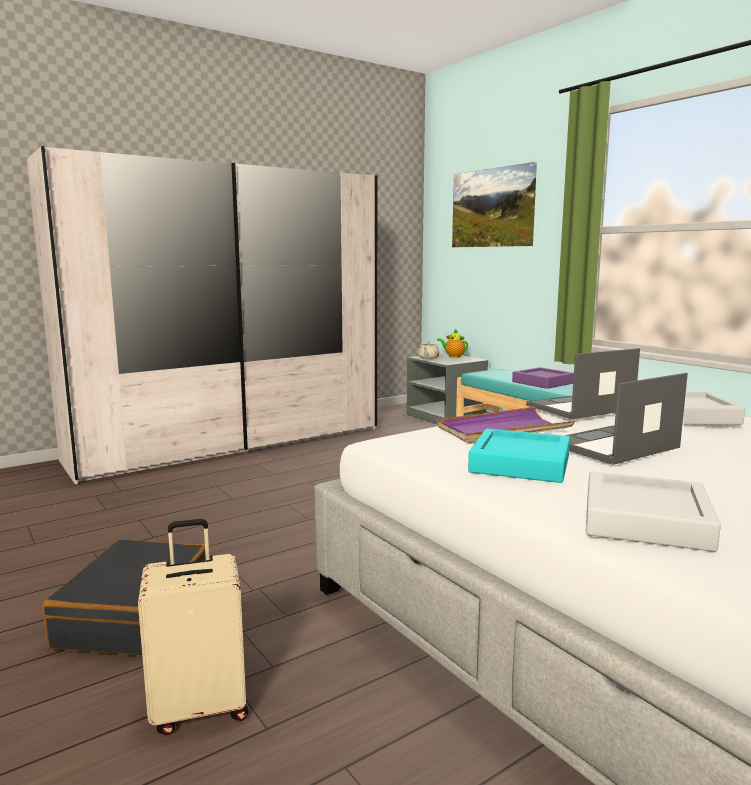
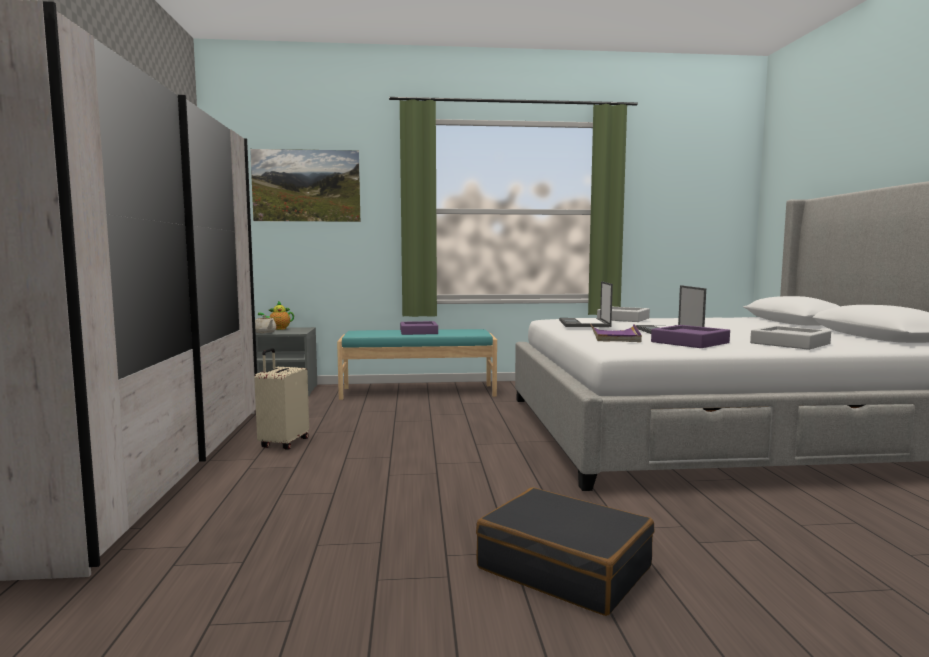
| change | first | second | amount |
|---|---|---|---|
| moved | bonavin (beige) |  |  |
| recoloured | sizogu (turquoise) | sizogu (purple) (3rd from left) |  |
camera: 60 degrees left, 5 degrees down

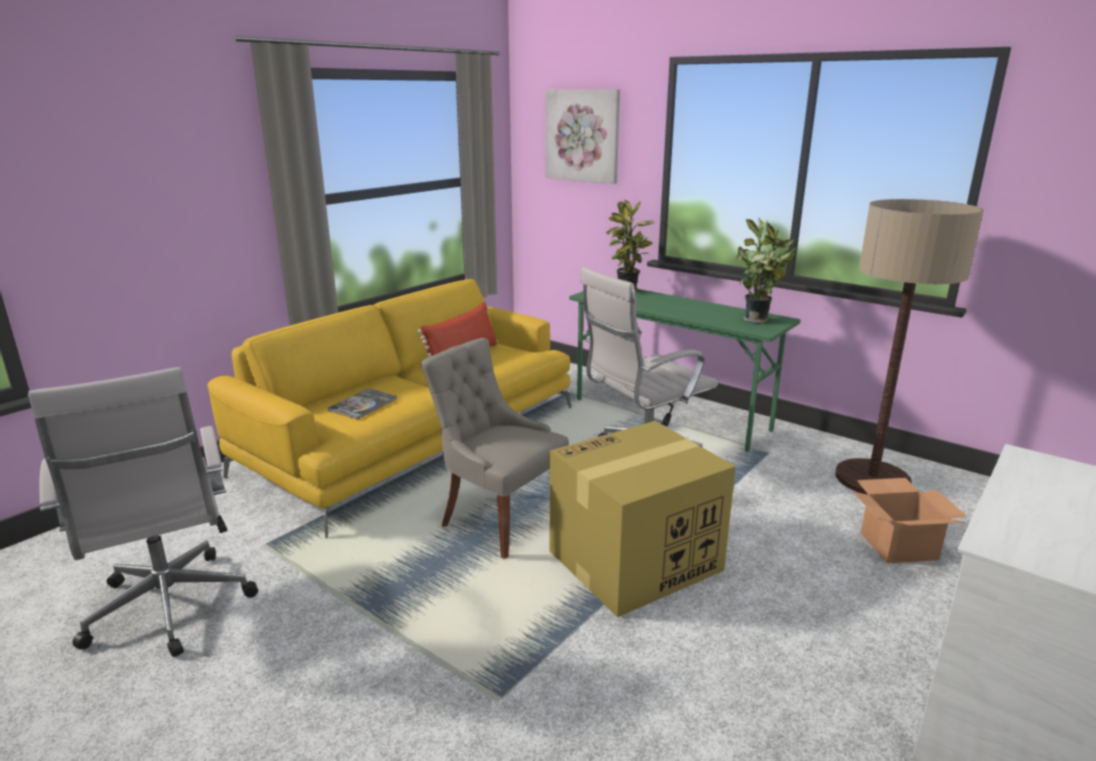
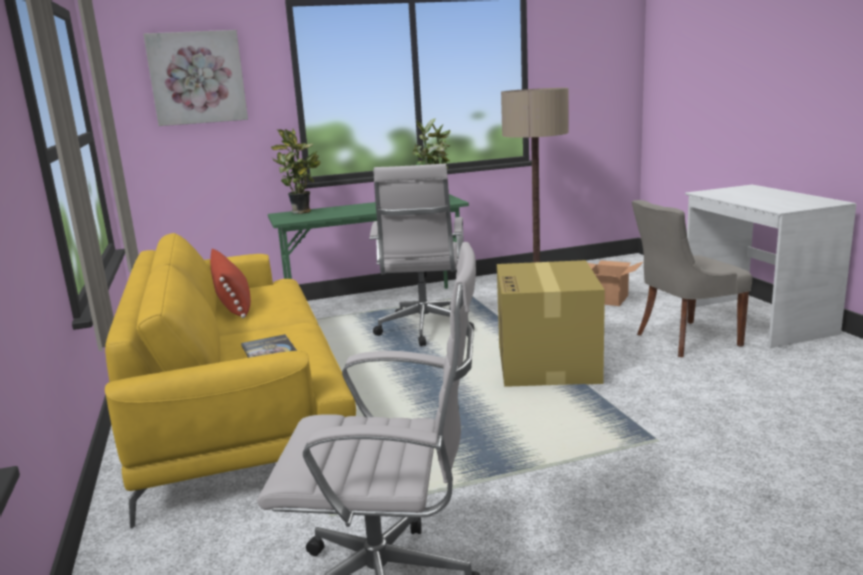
| change | first | second | amount |
|---|---|---|---|
| moved | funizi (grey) |  |  |
camera: 55 degrees left, 5 degrees down

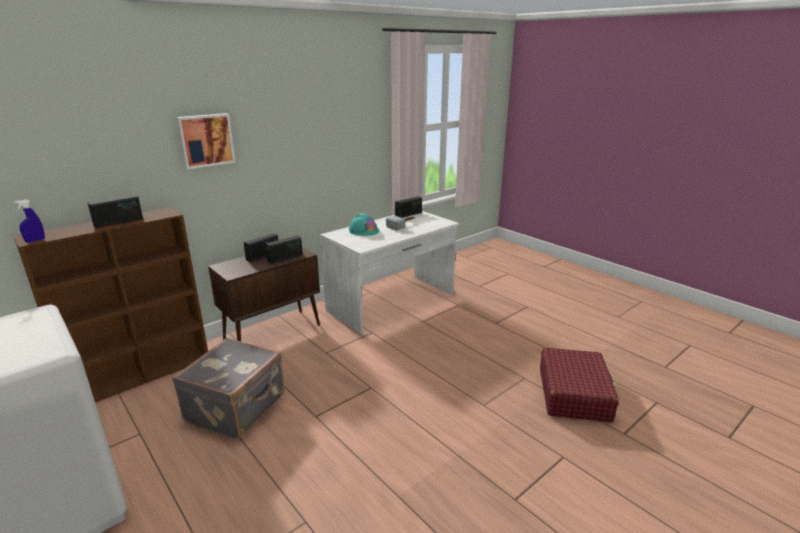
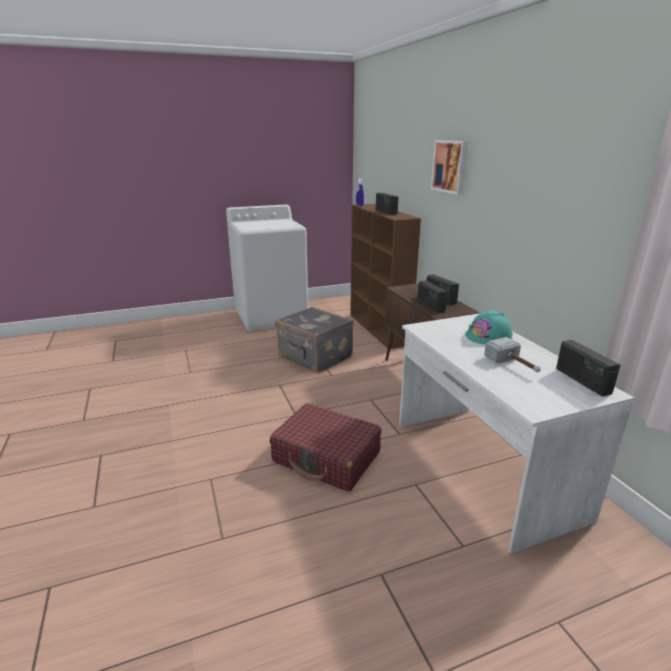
| change | first | second | amount |
|---|---|---|---|
| moved | bonavin (red) |  |  |
camera: 110 degrees right, 0 degrees up

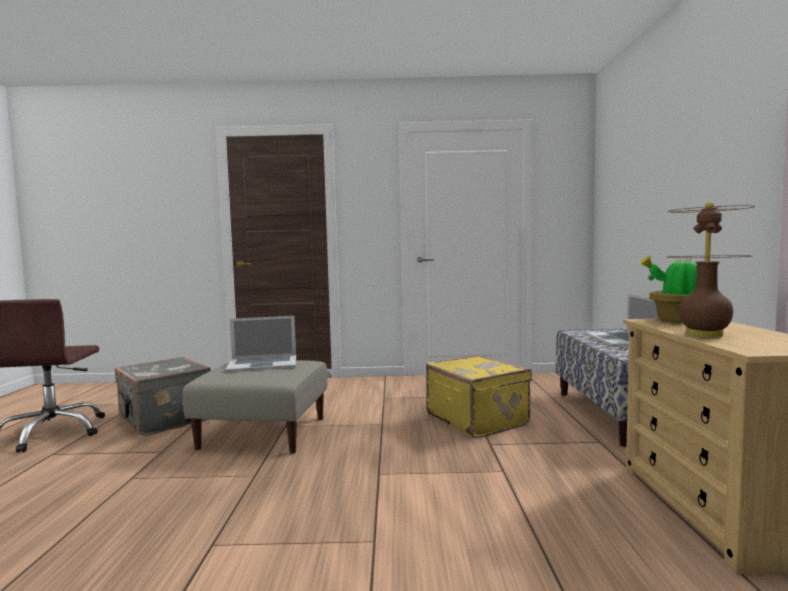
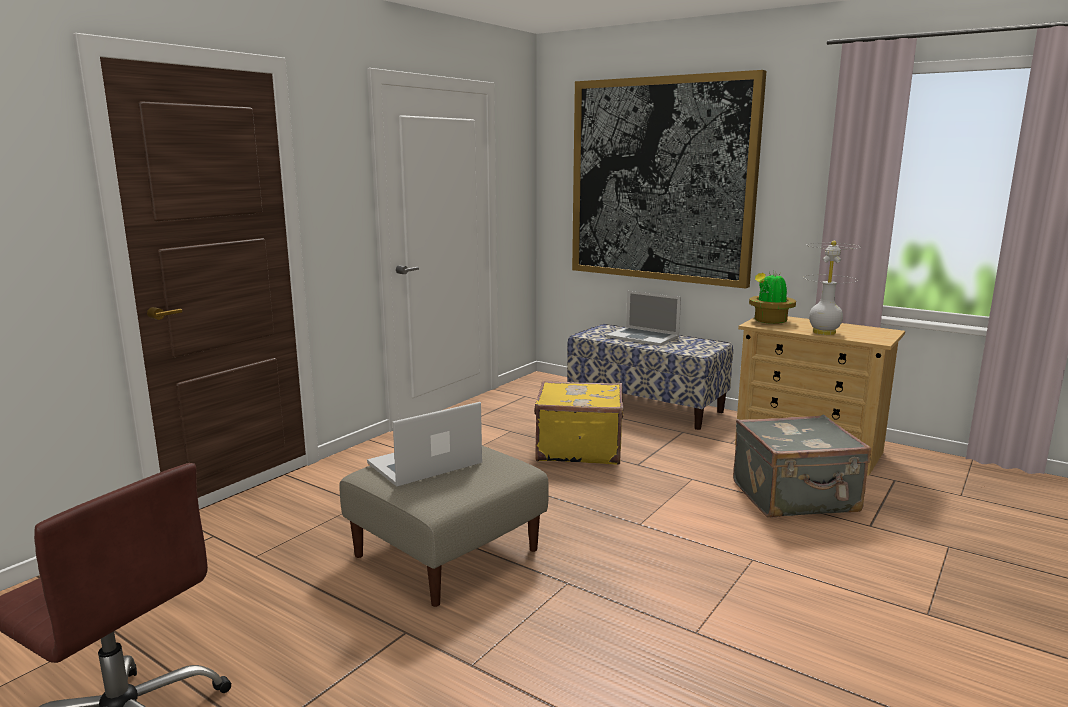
| change | first | second | amount |
|---|---|---|---|
| turned | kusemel (1st from left) |  | 150 degrees counterclockwise |
| added |  | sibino |  |
| moved | bonavin (grey) |  |  |
| recoloured | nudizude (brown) | nudizude (white) |  |
camera: 55 degrees left, 10 degrees up

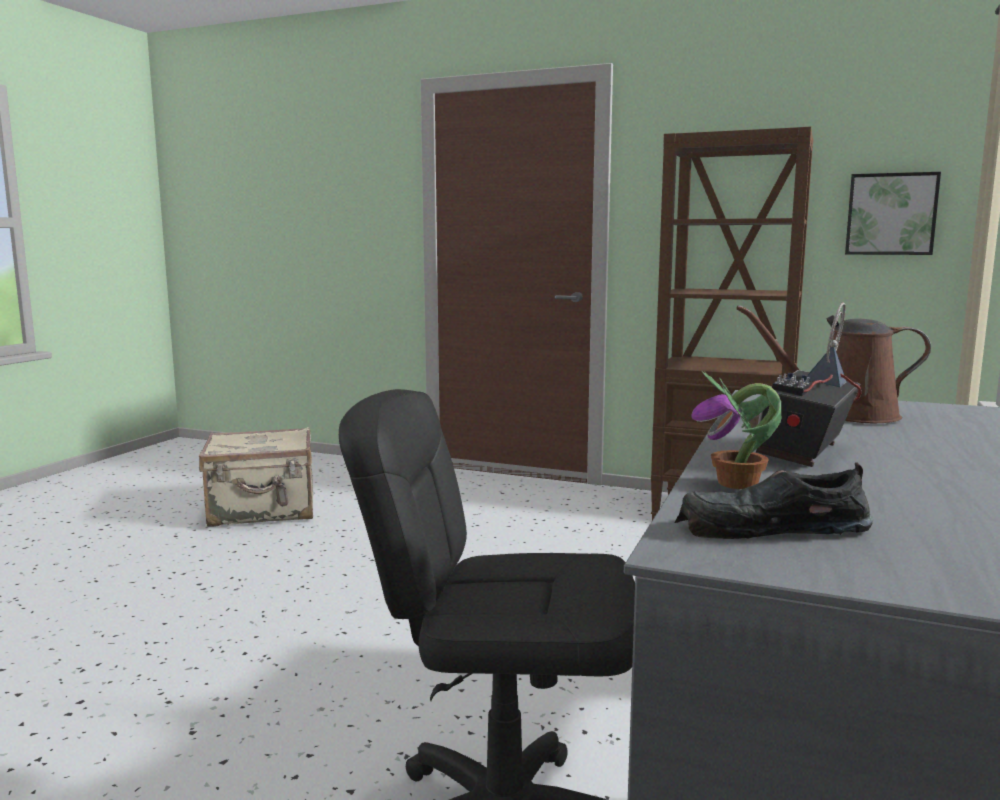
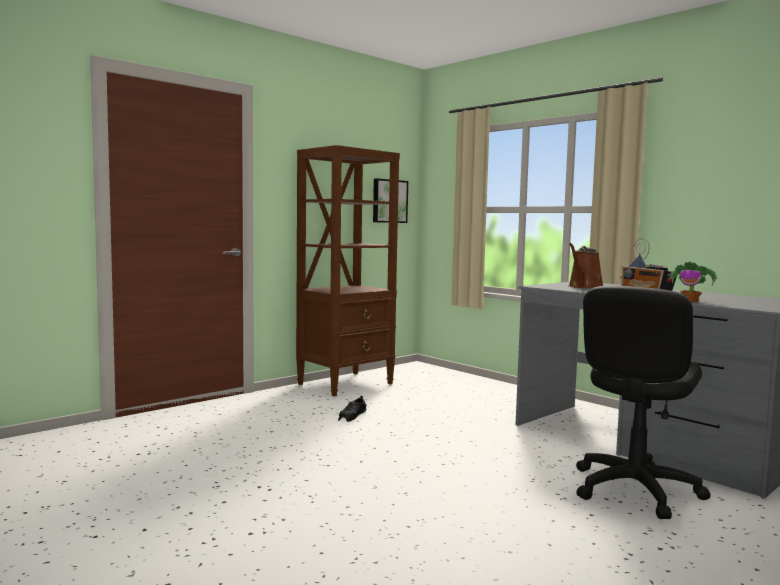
| change | first | second | amount |
|---|---|---|---|
| moved | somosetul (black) |  |  |
| removed | bonavin (beige) |  |  |
camera: 65 degrees left, 5 degrees down

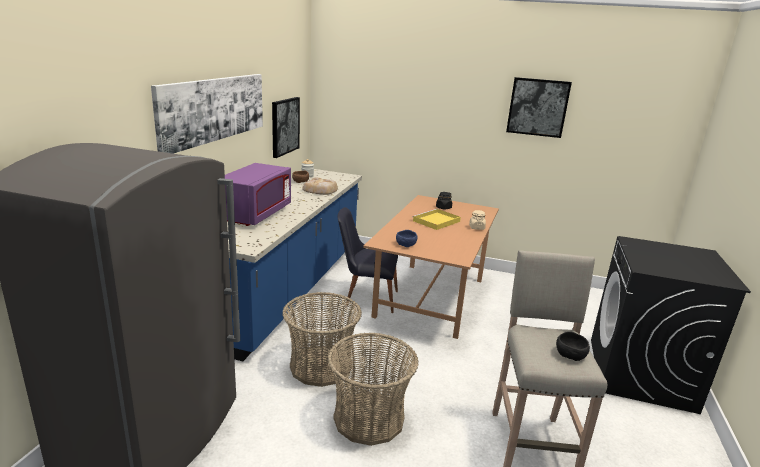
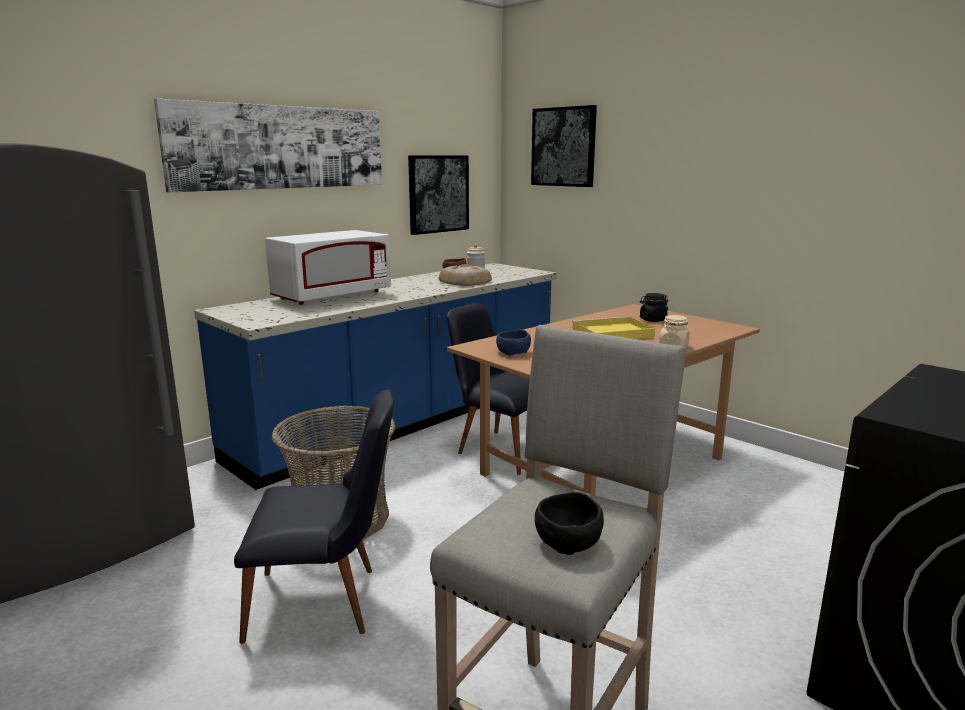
| change | first | second | amount |
|---|---|---|---|
| replaced | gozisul (2nd from left) | funizi (black) (1st from left) |  |
| recoloured | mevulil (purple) | mevulil (white) |  |
| moved | sibino (3rd from left) |  |  |
camera: 30 degrees right, 5 degrees down

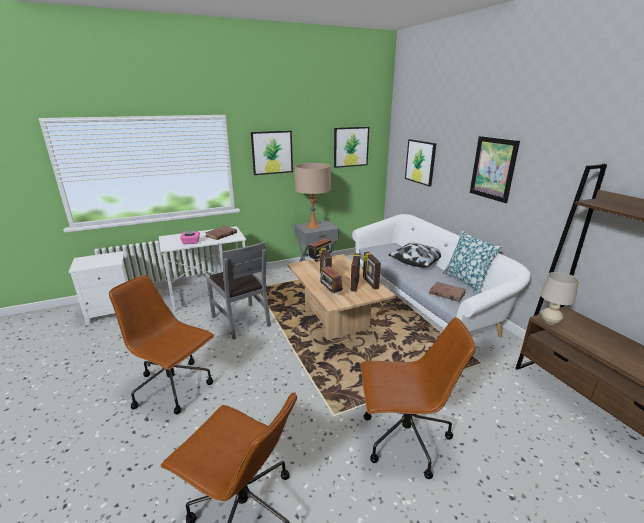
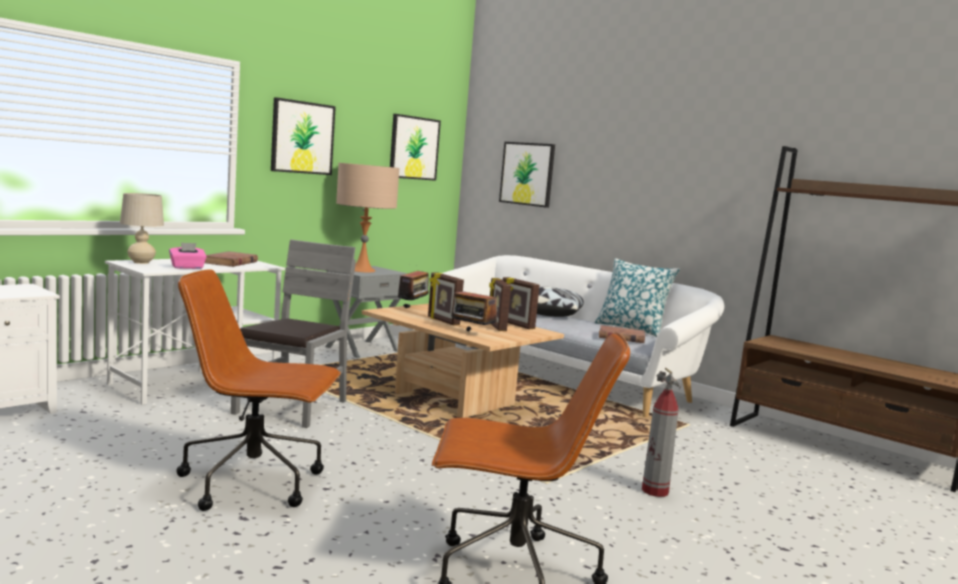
| change | first | second | amount |
|---|---|---|---|
| moved | nudizude (beige) (2nd from left in the first image) | nudizude (beige) (1st from left) |  |
| turned | funizi (grey) |  | 105 degrees counterclockwise |
| replaced | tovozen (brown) (3rd from left) | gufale |  |
| removed | sibino (4th from left) |  |  |
camera: 25 degrees left, 15 degrees down

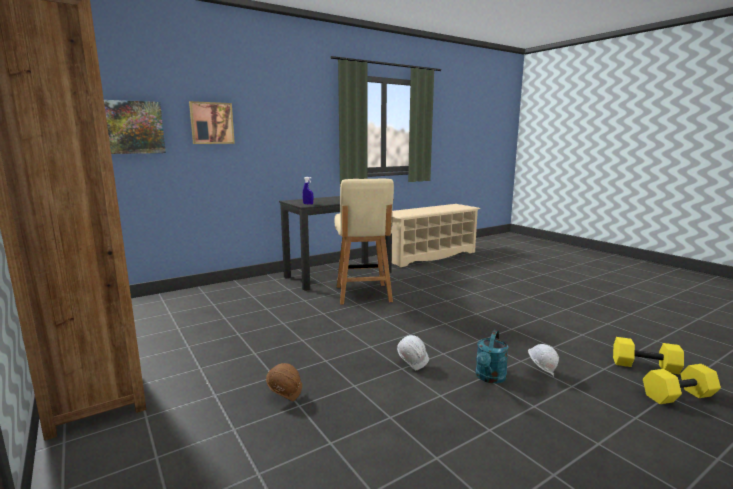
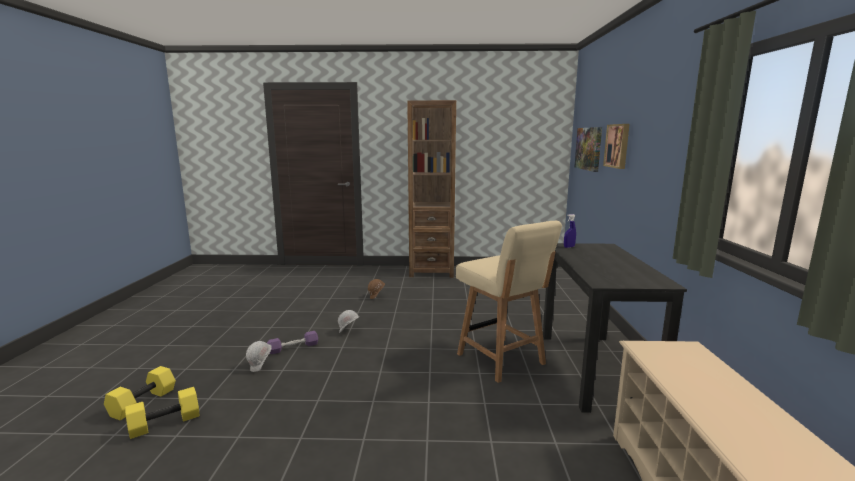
| change | first | second | amount |
|---|---|---|---|
| replaced | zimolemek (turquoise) | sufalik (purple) |  |
| turned | funizi (beige) |  | 150 degrees counterclockwise |
camera: 125 degrees right, 0 degrees up

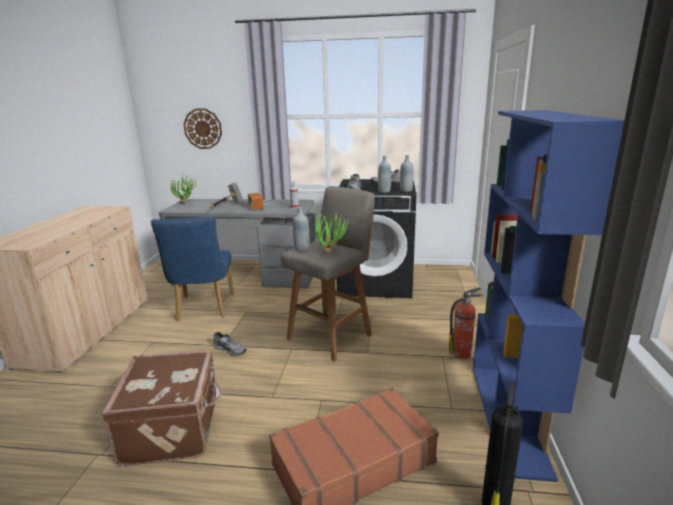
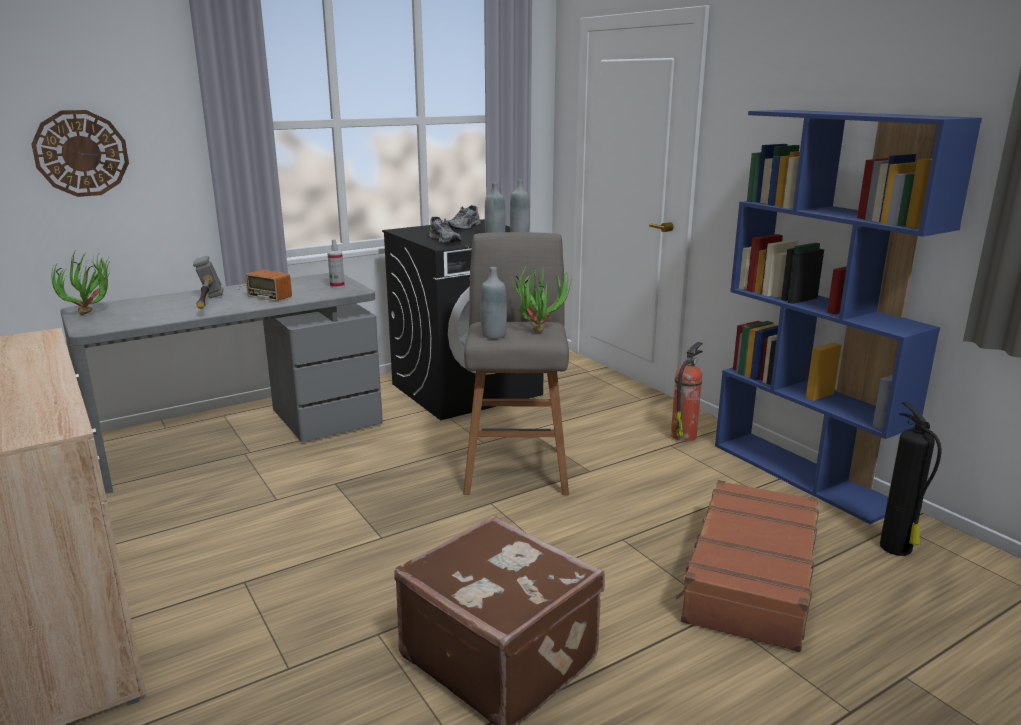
| change | first | second | amount |
|---|---|---|---|
| removed | funizi (blue) |  |  |
| removed | somosetul (grey) (1st from left) |  |  |
camera: 40 degrees left, 0 degrees up

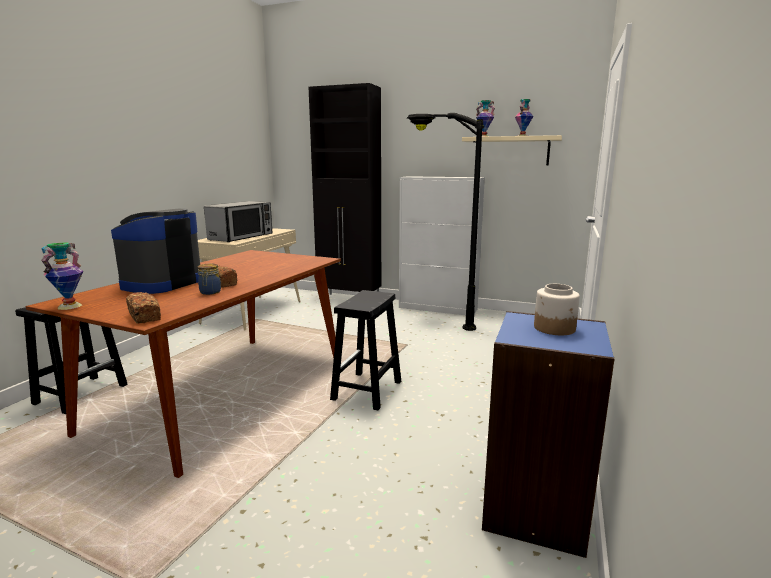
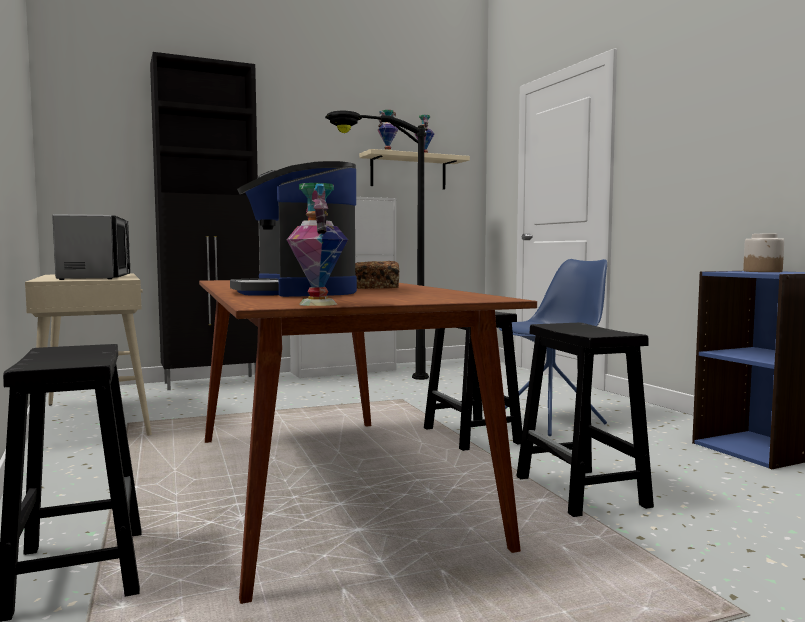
| change | first | second | amount |
|---|---|---|---|
| added |  | funizi (blue) |  |
| added |  | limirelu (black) (3rd from left) |  |
| removed | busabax (1st from left) |  |  |
| removed | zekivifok (1st from left) |  |  |
camera: 45 degrees left, 10 degrees down

